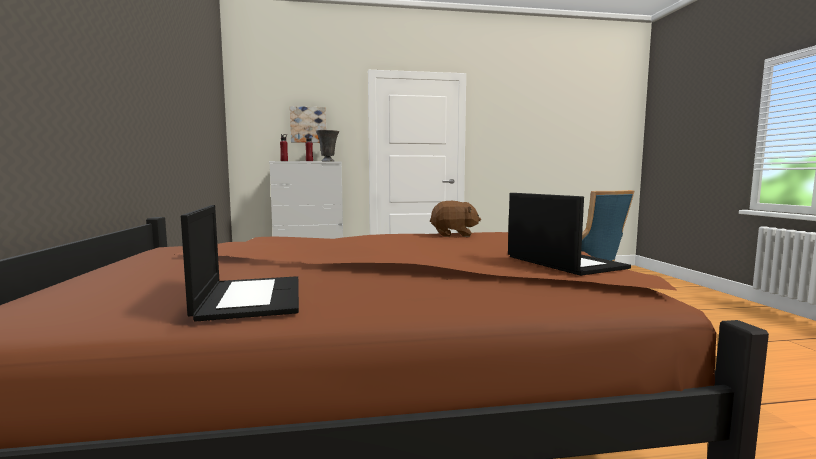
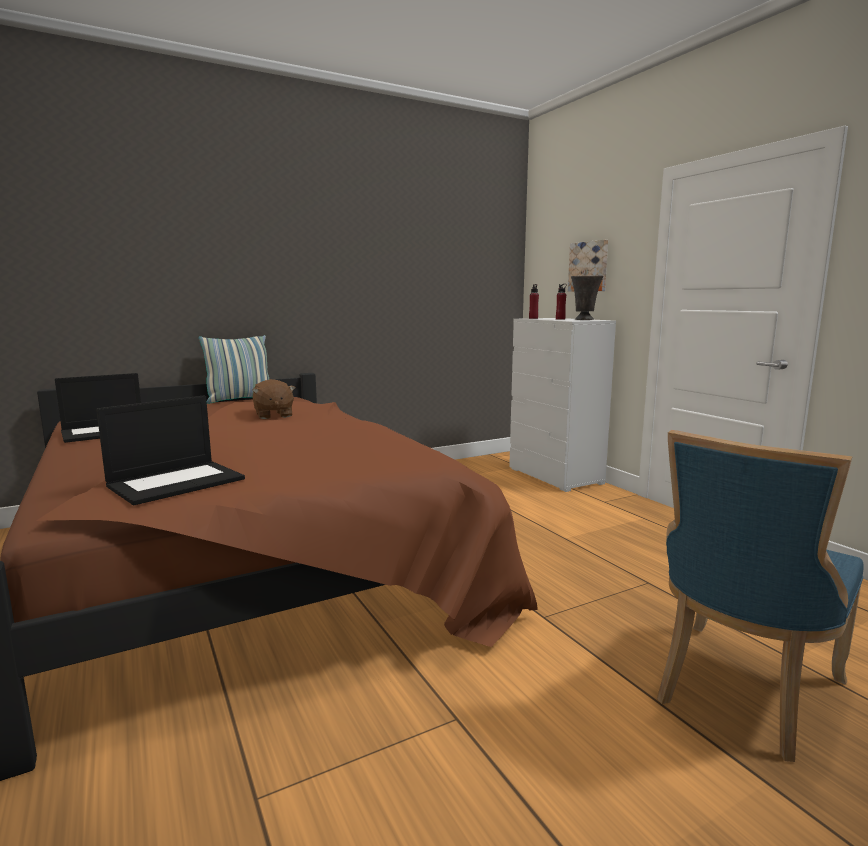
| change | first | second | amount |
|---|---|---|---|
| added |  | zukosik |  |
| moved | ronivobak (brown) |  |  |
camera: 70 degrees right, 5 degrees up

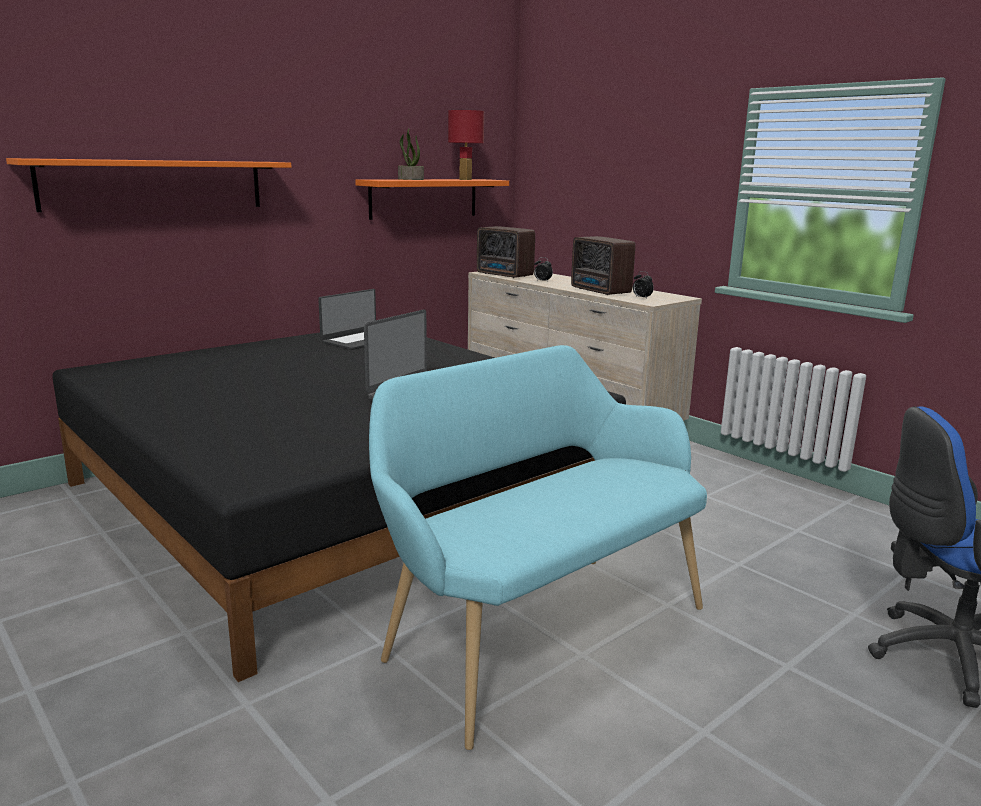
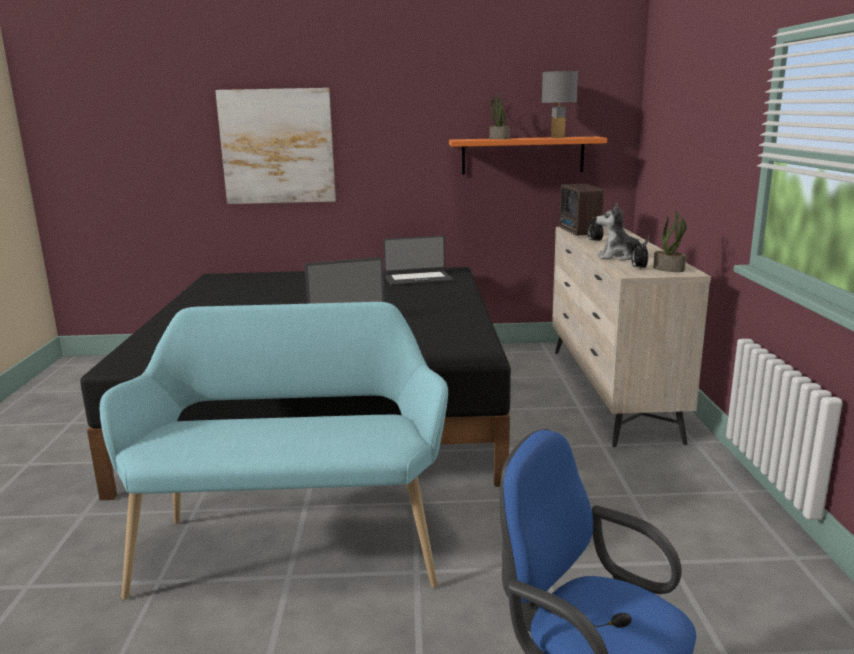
| change | first | second | amount |
|---|---|---|---|
| replaced | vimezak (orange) (1st from left) | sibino |  |
| recoloured | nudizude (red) | nudizude (grey) |  |
| replaced | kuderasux (2nd from left) | ronivobak |  |
| added |  | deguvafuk (2nd from left) |  |
camera: 40 degrees right, 0 degrees up

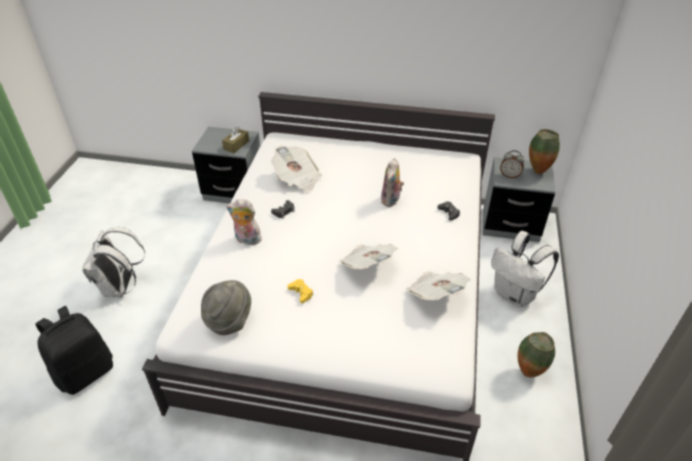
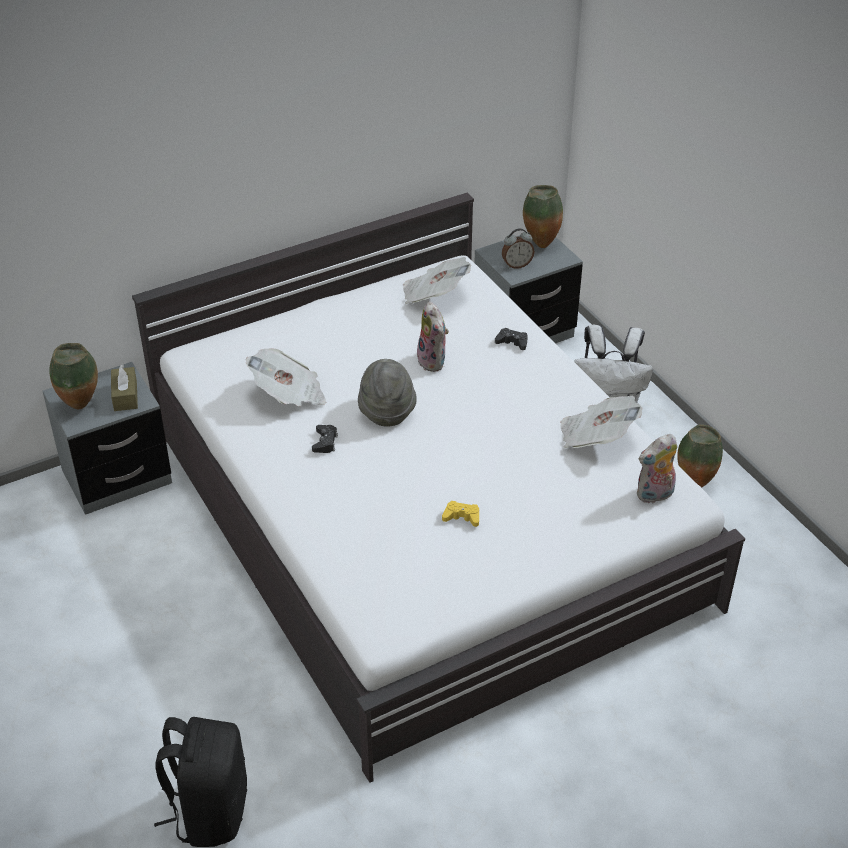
| change | first | second | amount |
|---|---|---|---|
| added |  | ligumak (1st from left) |  |
| moved | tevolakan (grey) |  |  |
| moved | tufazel (2nd from left) |  |  |
| moved | ronivobak (1st from left in the first image) | ronivobak (2nd from left) |  |
| removed | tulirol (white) (1st from left) |  |  |
camera: 40 degrees left, 0 degrees up

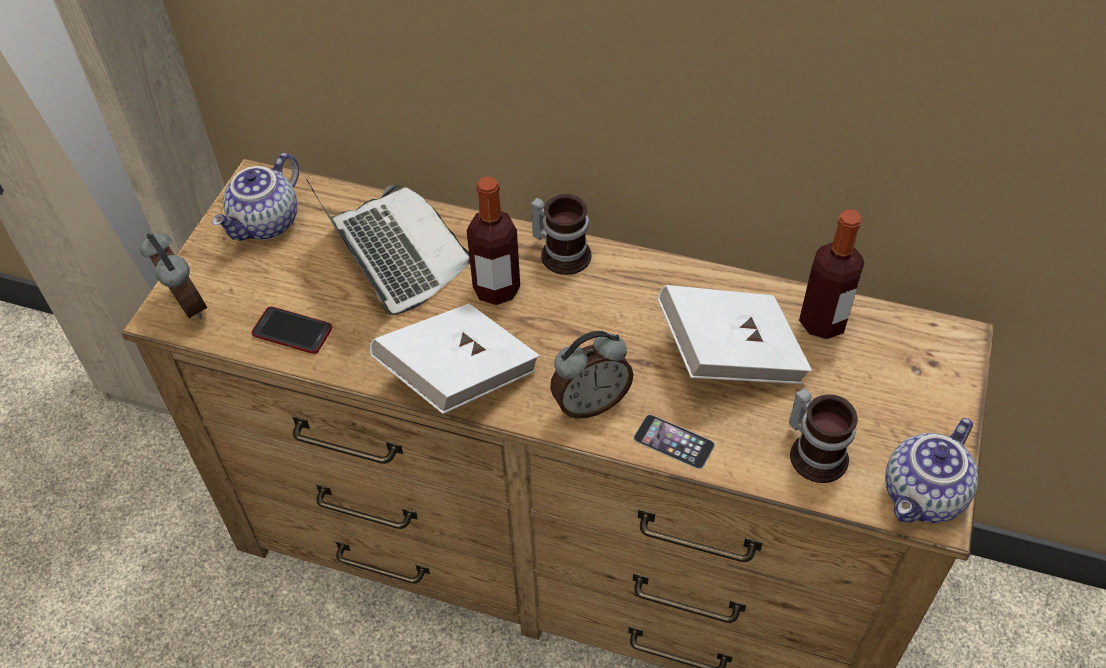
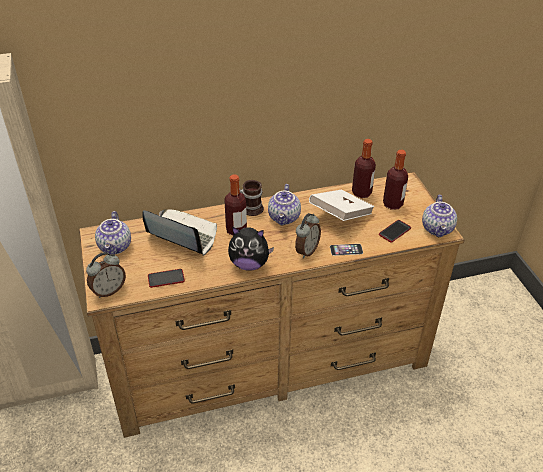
| change | first | second | amount |
|---|---|---|---|
| turned | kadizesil (1st from left) |  | 120 degrees clockwise |
| replaced | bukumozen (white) (1st from left) | ronivobak |  |
| added |  | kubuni (2nd from left) |  |
| replaced | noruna (2nd from left) | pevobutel (3rd from left) |  |
| added |  | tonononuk (3rd from left) |  |
camera: 35 degrees left, 10 degrees down

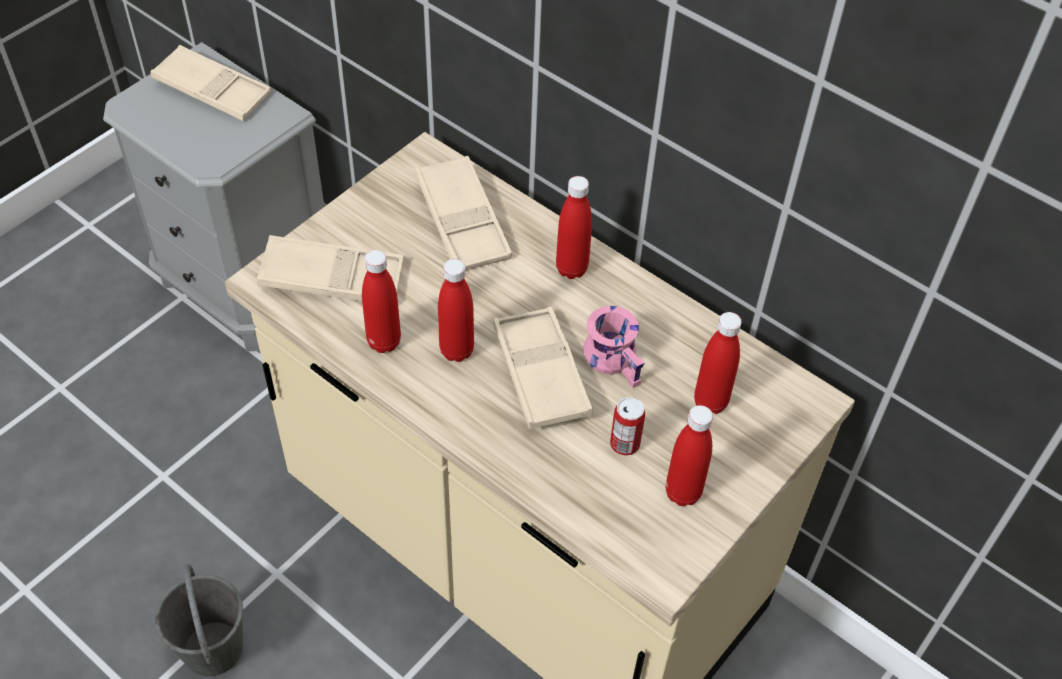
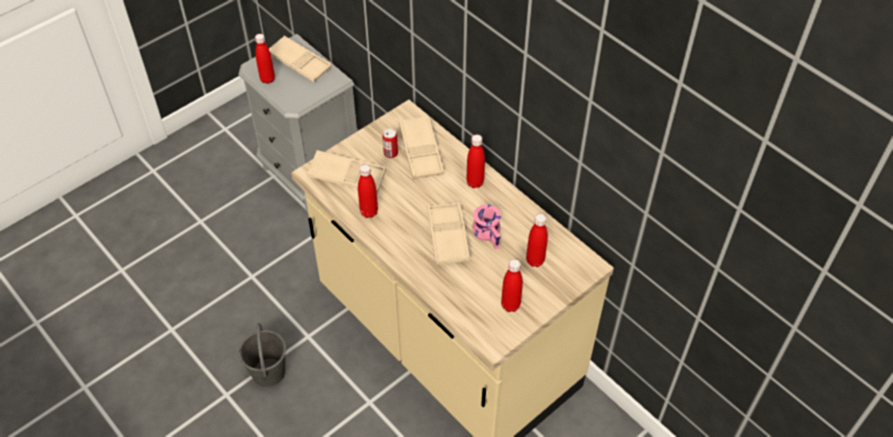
| change | first | second | amount |
|---|---|---|---|
| moved | tonononuk (red) (2nd from left in the first image) | tonononuk (red) (1st from left) |  |
| moved | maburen |  |  |
camera: 10 degrees right, 0 degrees up

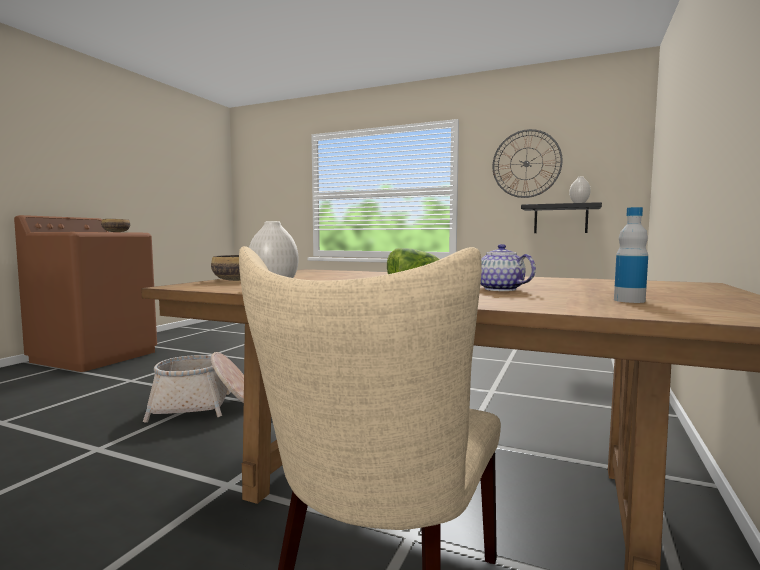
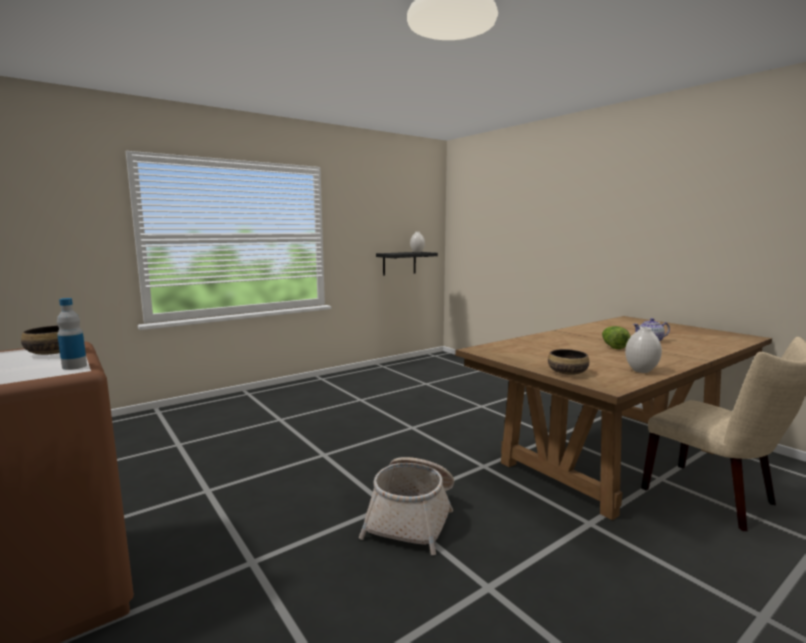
| change | first | second | amount |
|---|---|---|---|
| moved | tonononuk |  |  |
| removed | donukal |  |  |
camera: 60 degrees left, 5 degrees up

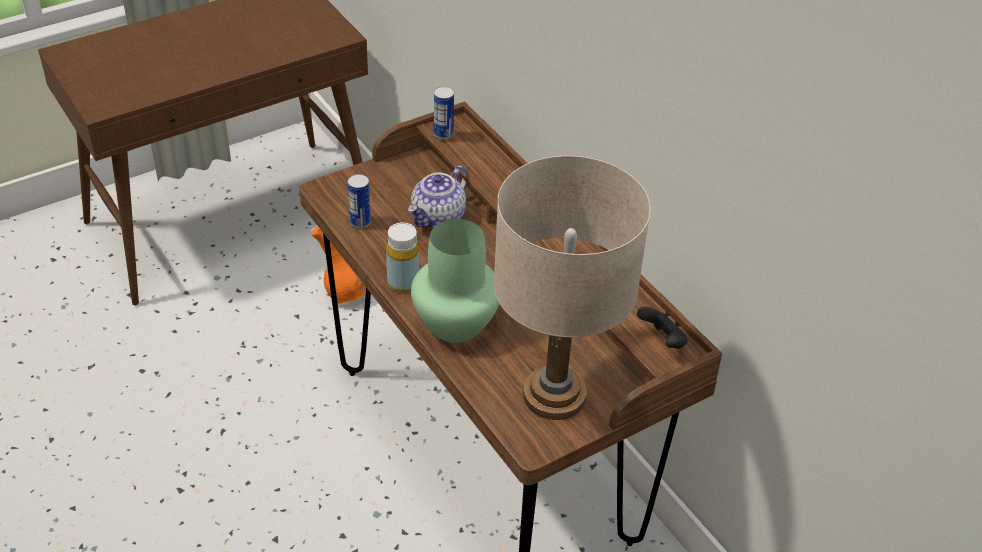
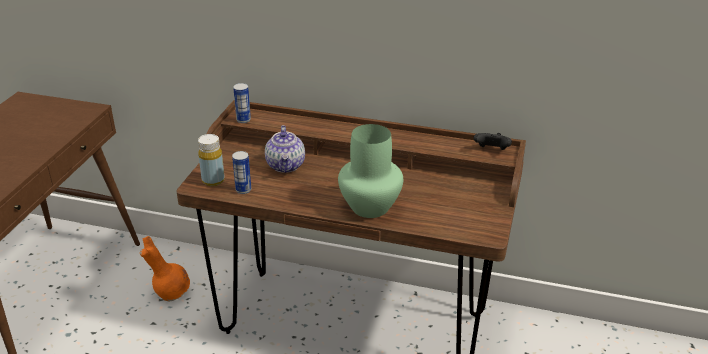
| change | first | second | amount |
|---|---|---|---|
| moved | tonononuk (yellow) |  |  |
| removed | nudizude (beige) |  |  |
camera: 40 degrees left, 10 degrees down

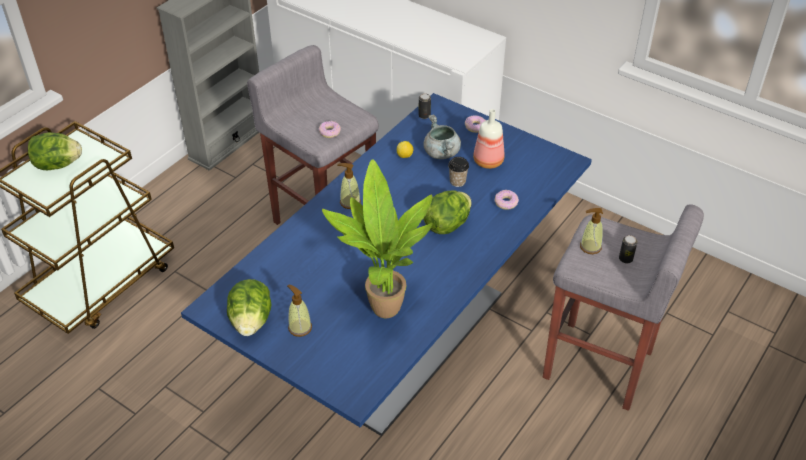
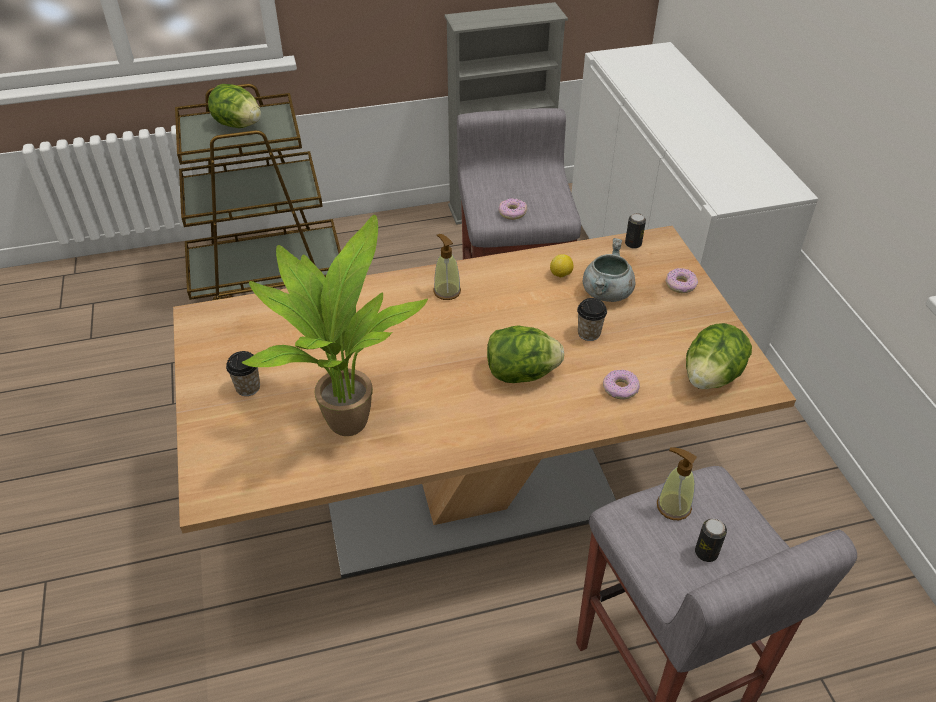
| change | first | second | amount |
|---|---|---|---|
| recoloured | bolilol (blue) | bolilol (beige) |  |
| replaced | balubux (1st from left) | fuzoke (1st from left) |  |
| moved | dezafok (2nd from left in the first image) | dezafok (3rd from left) |  |
| removed | tonononuk |  |  |
camera: 40 degrees right, 0 degrees up

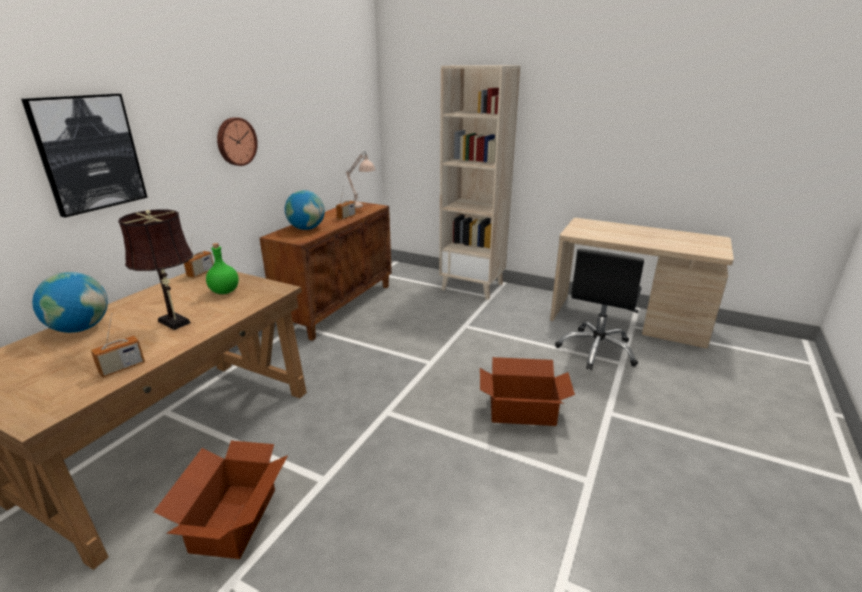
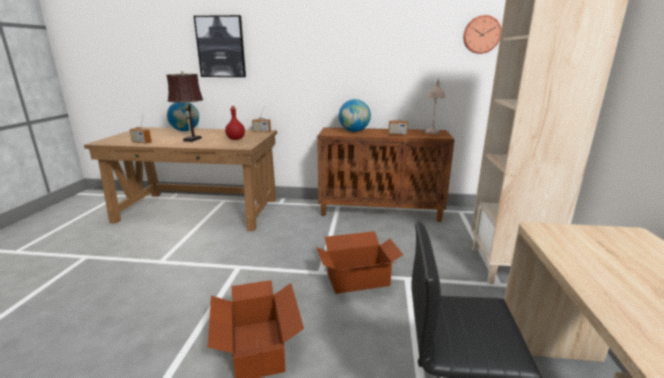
| change | first | second | amount |
|---|---|---|---|
| recoloured | tonononuk (green) | tonononuk (red) |  |
| moved | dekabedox (1st from left in the first image) | dekabedox (2nd from left) |  |
| moved | donukal |  |  |
camera: 70 degrees right, 5 degrees down

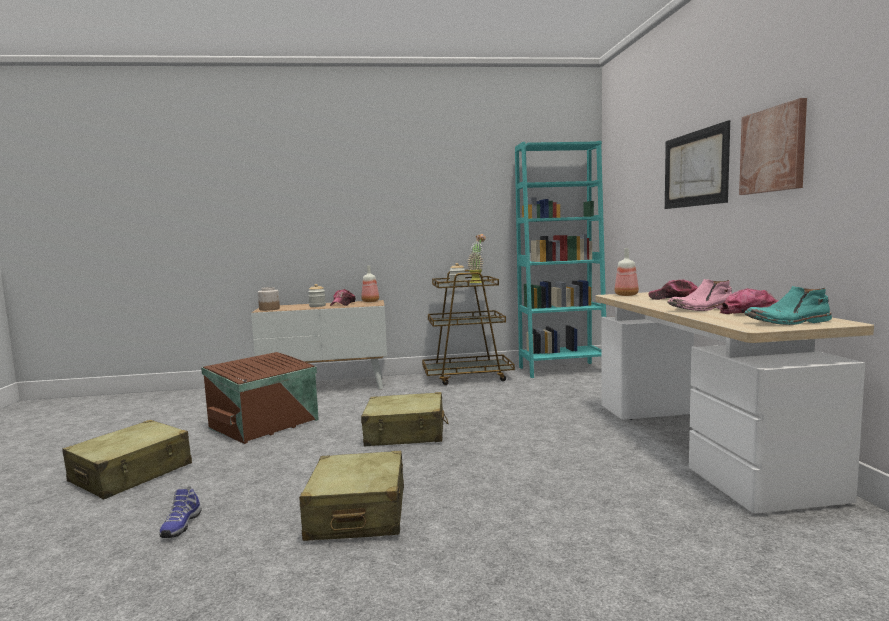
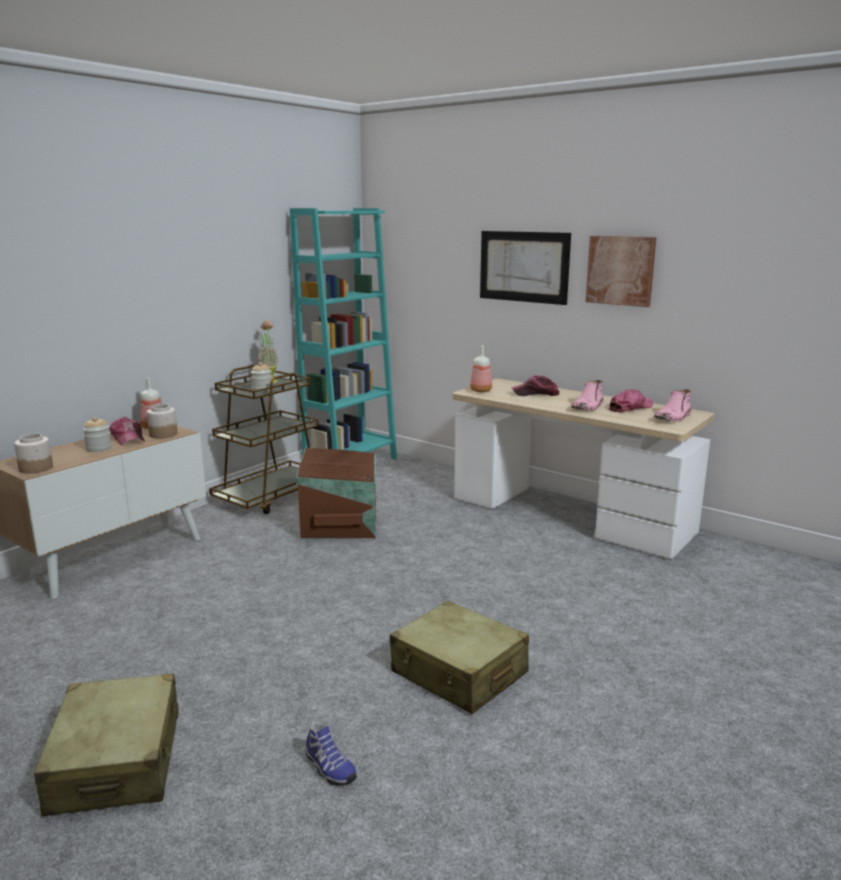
| change | first | second | amount |
|---|---|---|---|
| added |  | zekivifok (3rd from left) |  |
| moved | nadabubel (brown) |  |  |
| recoloured | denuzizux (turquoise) | denuzizux (pink) (2nd from left) |  |
| removed | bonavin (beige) (3rd from left) |  |  |
camera: 45 degrees left, 10 degrees up

